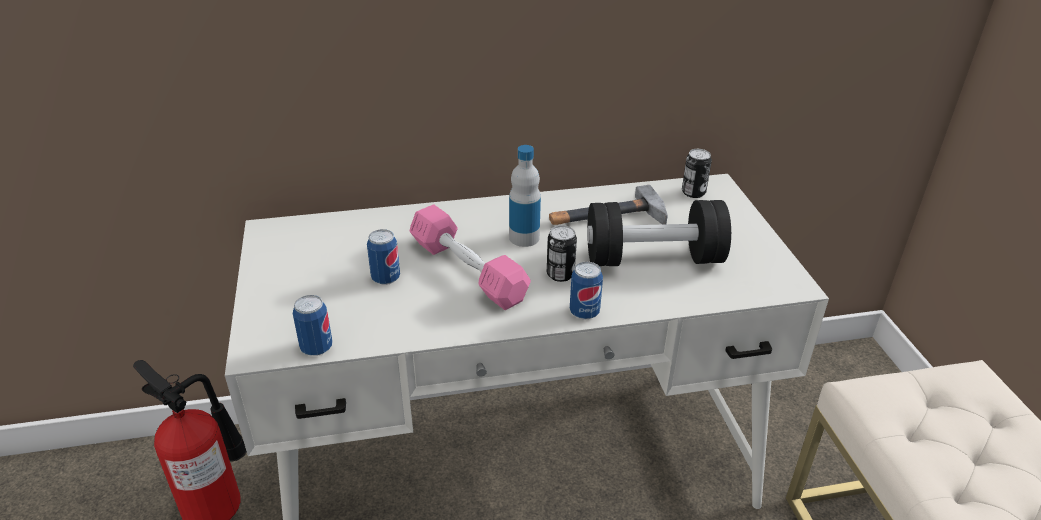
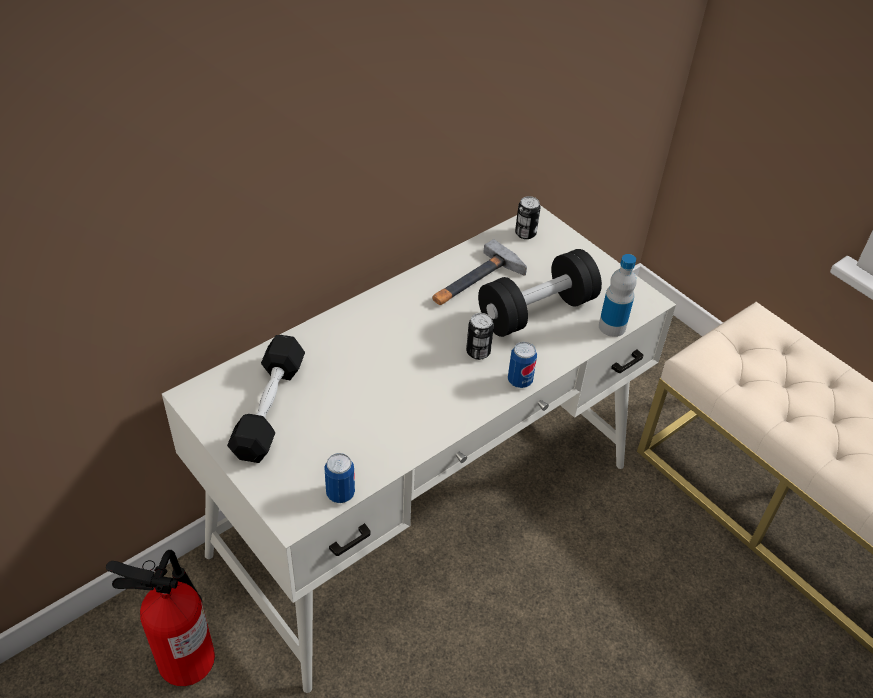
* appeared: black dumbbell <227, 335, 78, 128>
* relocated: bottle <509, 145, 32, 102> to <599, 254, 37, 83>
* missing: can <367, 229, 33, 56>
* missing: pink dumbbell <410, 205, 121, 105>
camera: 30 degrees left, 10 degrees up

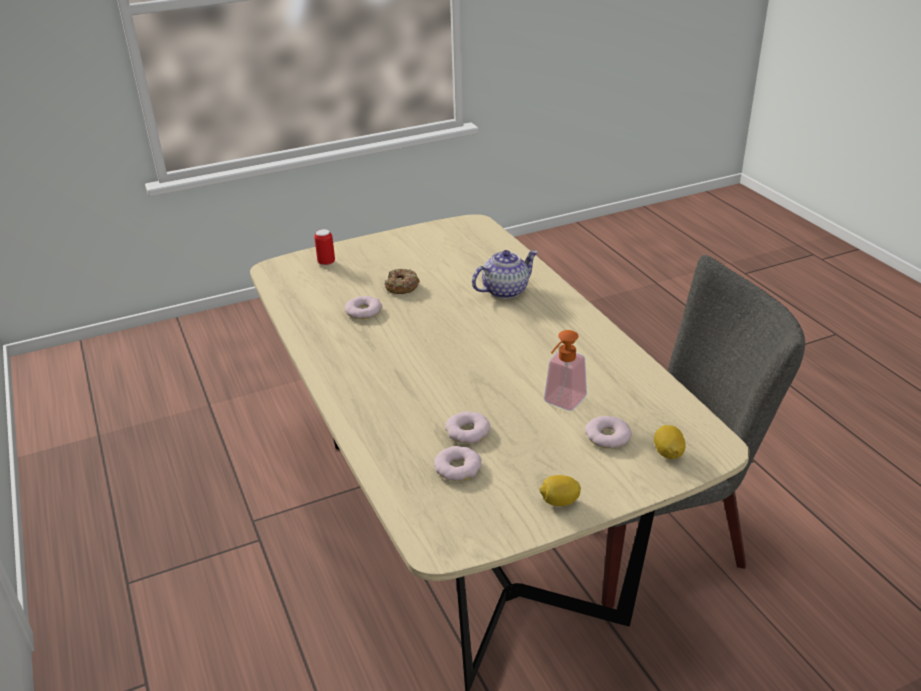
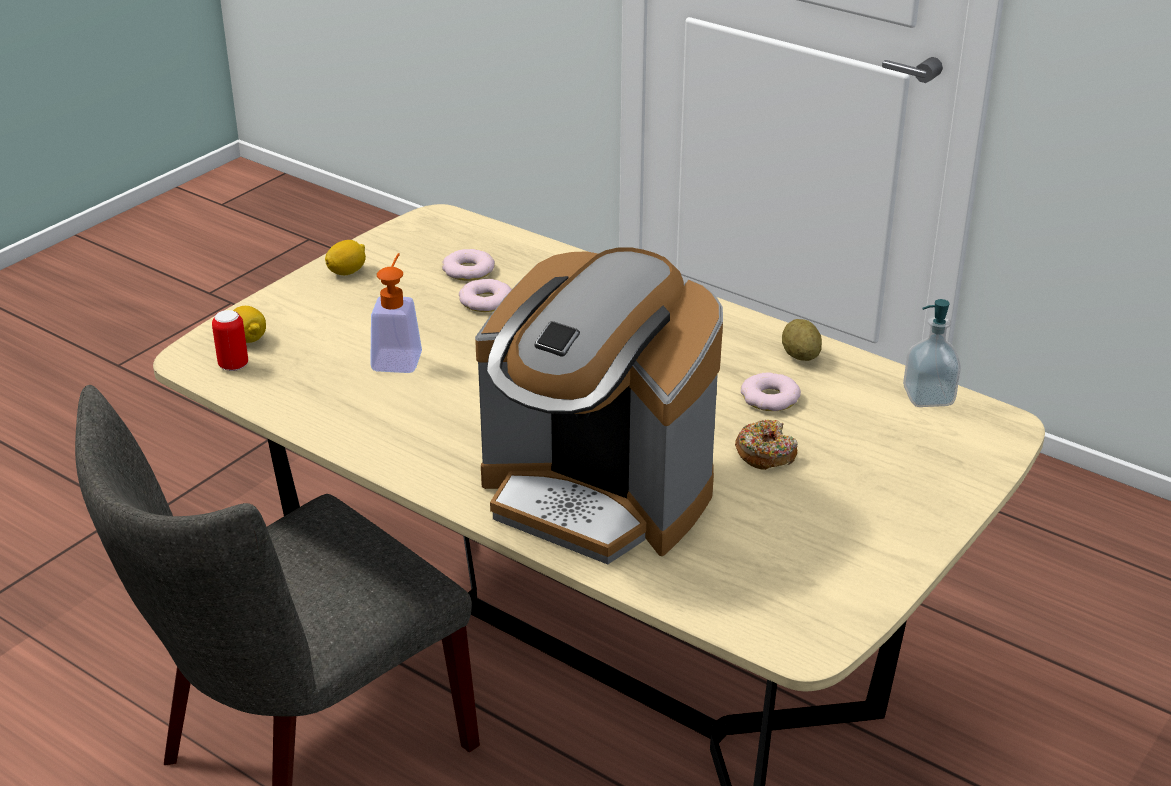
* relocated: can <314, 229, 21, 37> to <212, 310, 36, 61>
* exchanged: teapot <472, 250, 66, 49> to coffee machine <475, 247, 248, 317>
* appeared: potato <782, 319, 40, 42>
* appeared: soap dispenser <903, 299, 58, 108>
* missing: donut <585, 416, 47, 33>
camera: 150 degrees right, 0 degrees up

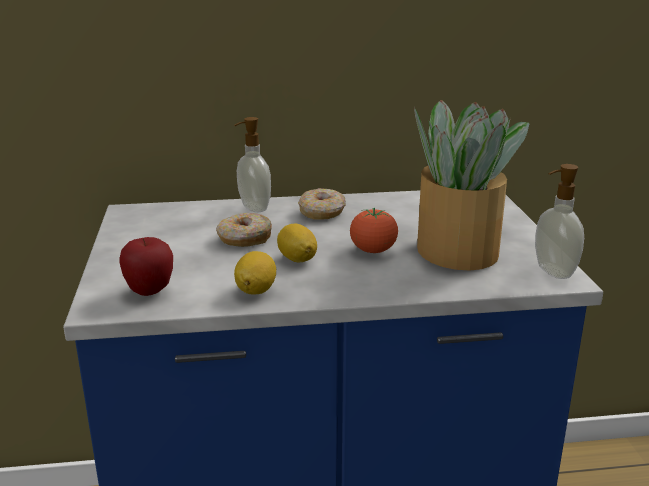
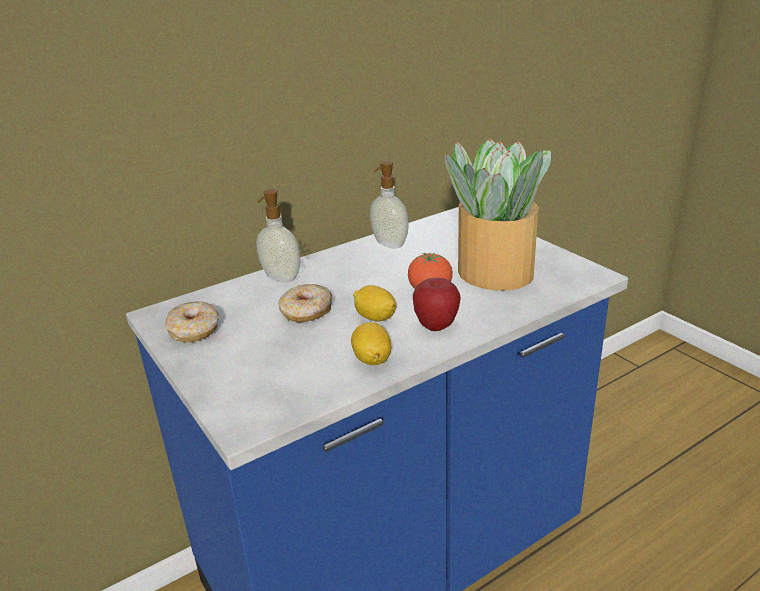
* relocated: donut <298, 188, 48, 32> to <166, 301, 53, 42>
* relocated: soap dispenser <535, 164, 49, 115> to <370, 161, 39, 87>
* relocated: apple <119, 237, 54, 59> to <413, 278, 48, 53>
camera: 25 degrees left, 5 degrees up

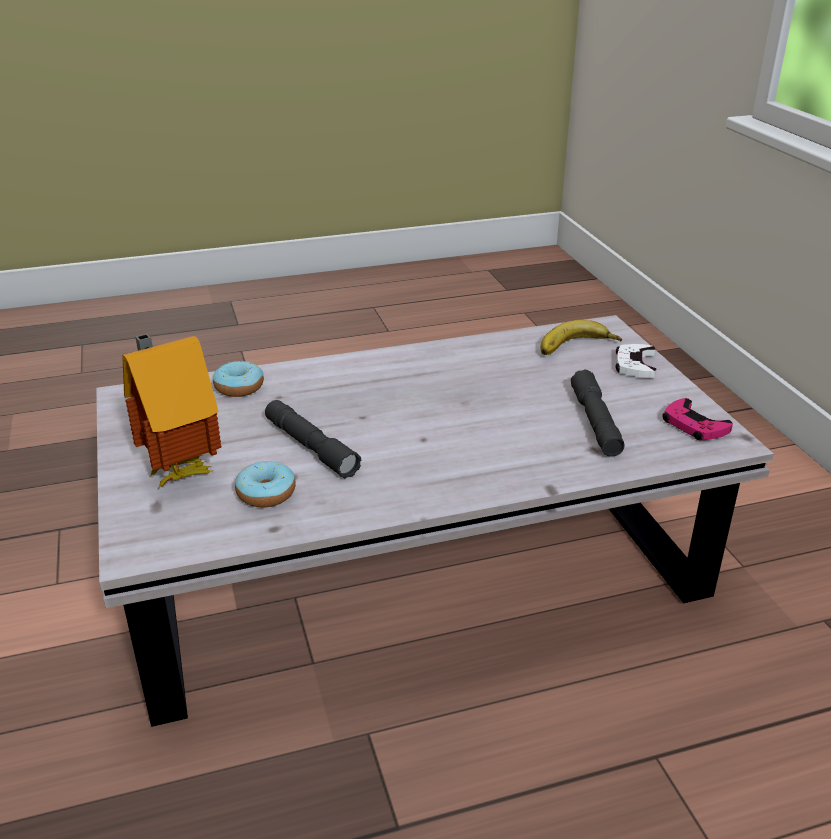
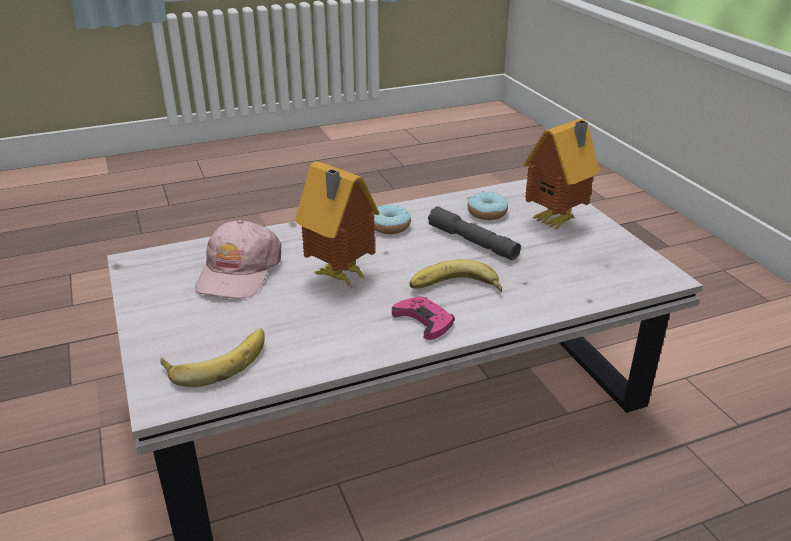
* exchanged: grey flashlight <571, 369, 54, 88> to pink cap <195, 220, 87, 79>
* appeared: toy house <295, 162, 85, 124>
* relocated: donut <213, 361, 51, 36> to <373, 205, 38, 29>
* relocated: pink game controller <662, 398, 71, 42> to <392, 296, 63, 44>
* appeared: banana <410, 259, 92, 33>
* missing: white game controller <615, 344, 42, 34>
camera: 175 degrees right, 0 degrees up

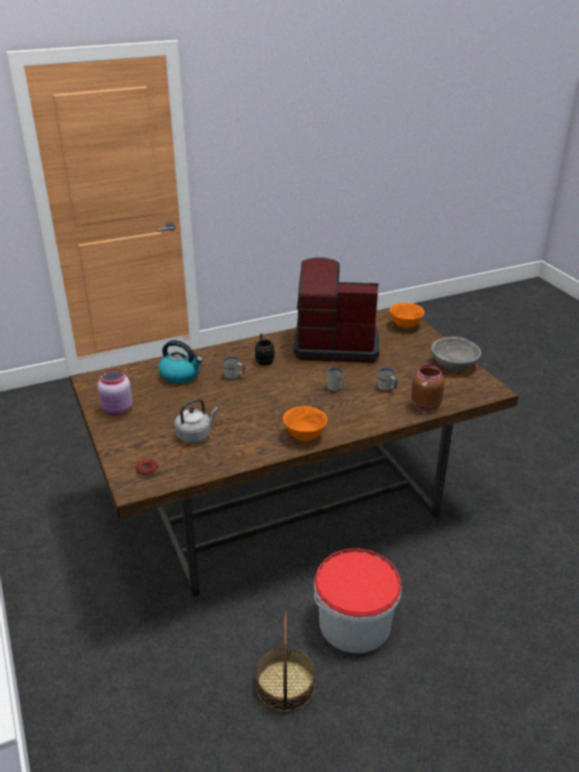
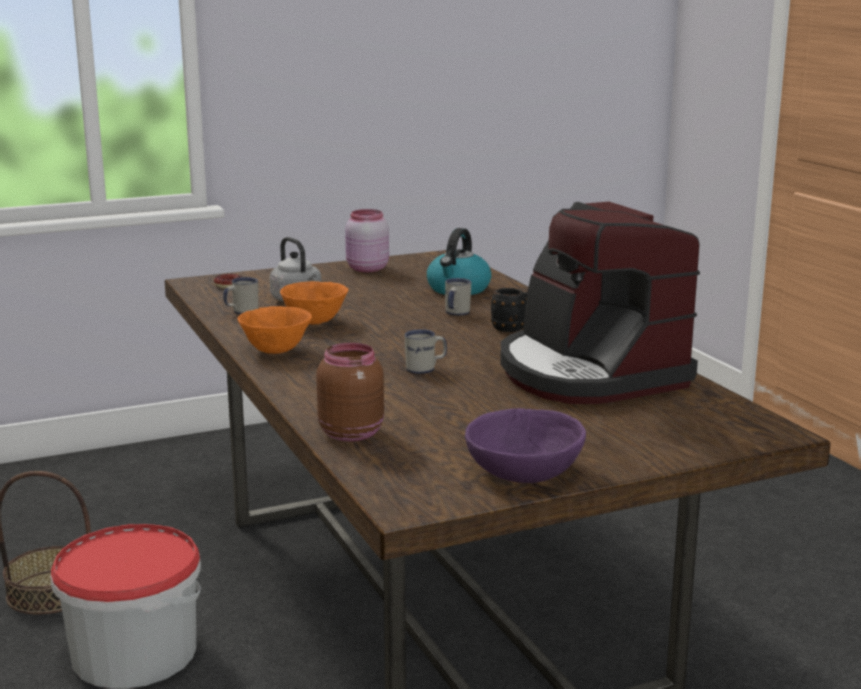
* relocated: white mug <378, 367, 19, 25> to <223, 277, 35, 38>
* relocated: orange bowl <390, 303, 34, 26> to <280, 281, 68, 43>
* colour: grey bowl <431, 337, 50, 34> to purple bowl <465, 408, 121, 75>
* spun: coffee machine <293, 257, 87, 106> = <500, 202, 200, 202> 150 degrees clockwise
camera: 90 degrees right, 15 degrees down

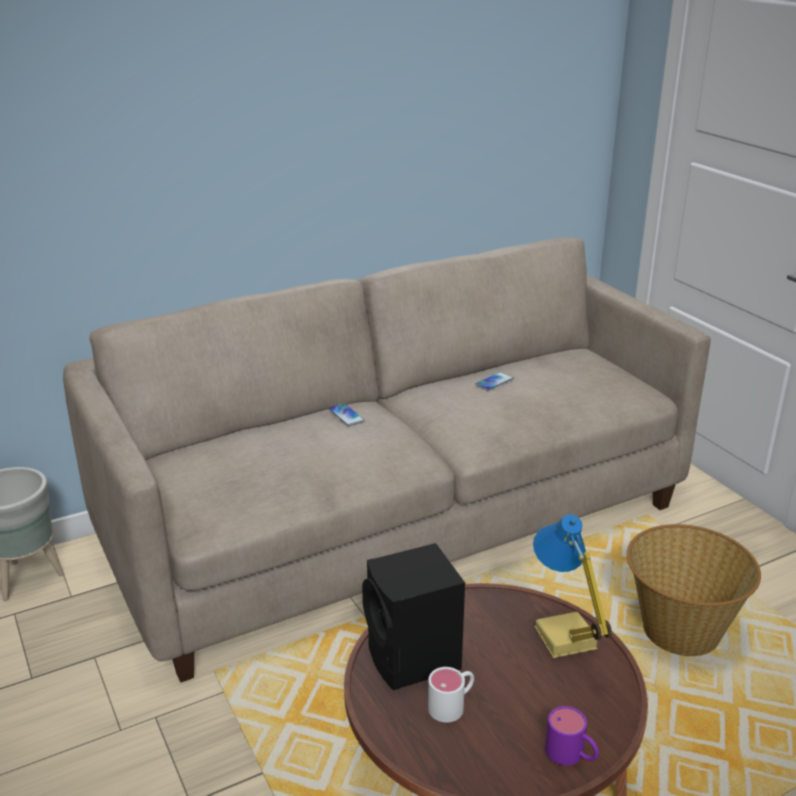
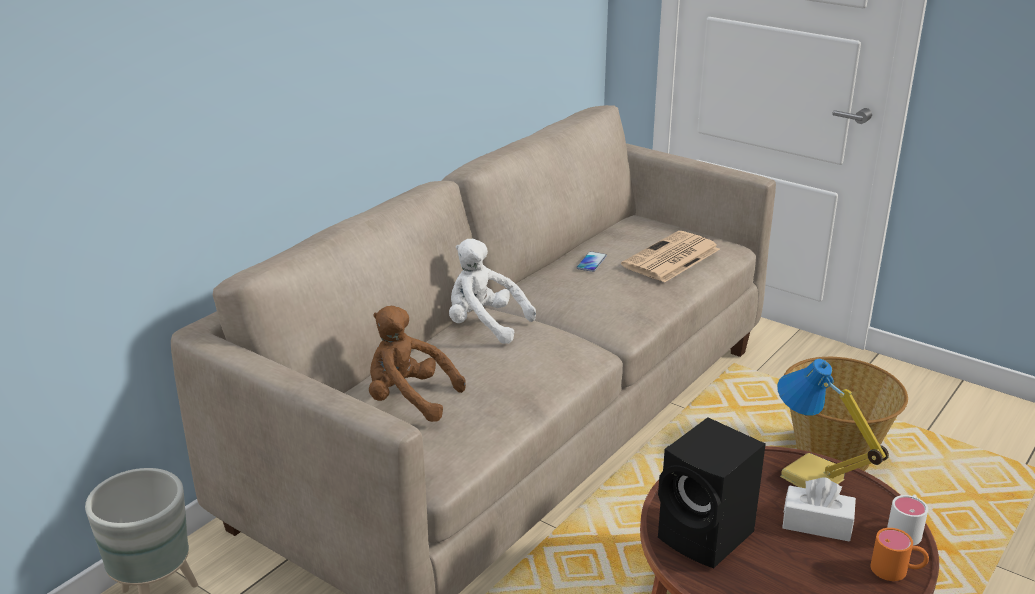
* appeared: brown plush toy <369, 306, 97, 116>
* exchanged: phone <328, 403, 37, 23> to white plush toy <449, 239, 87, 105>
* appeared: newspaper <621, 231, 99, 52>
* appeared: white tissue box <782, 477, 74, 65>
* colour: purple mug <545, 706, 54, 60> to orange mug <870, 528, 59, 53>
* relocated: white mug <428, 667, 46, 55> to <887, 495, 41, 50>
camera: 25 degrees left, 0 degrees up

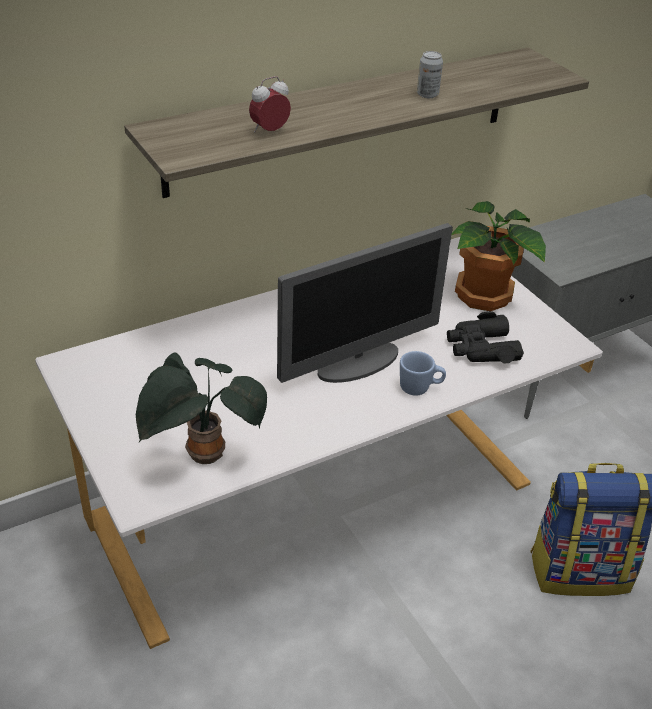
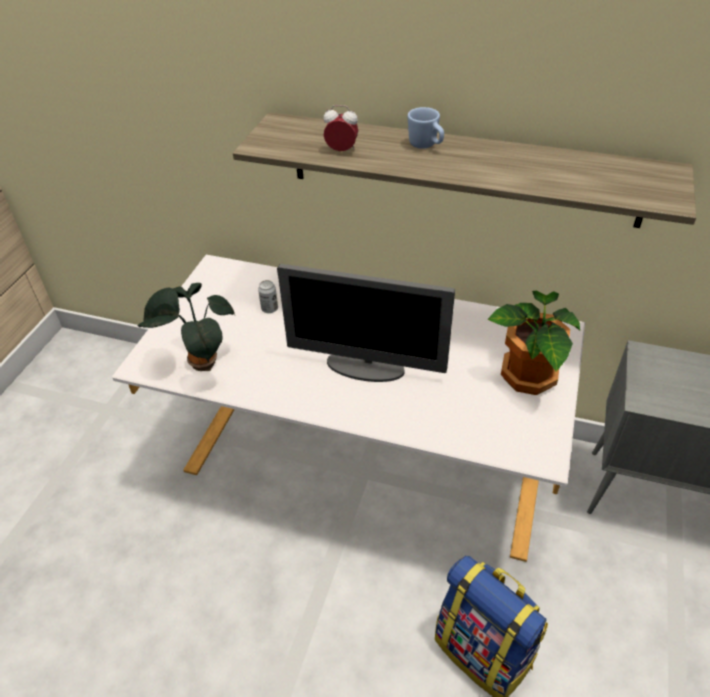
* relocated: can <417, 51, 26, 47> to <258, 280, 20, 33>
* relocated: blue mug <400, 351, 46, 45> to <408, 107, 36, 42>
* missing: black binoculars <447, 311, 77, 52>
camera: 50 degrees right, 5 degrees up

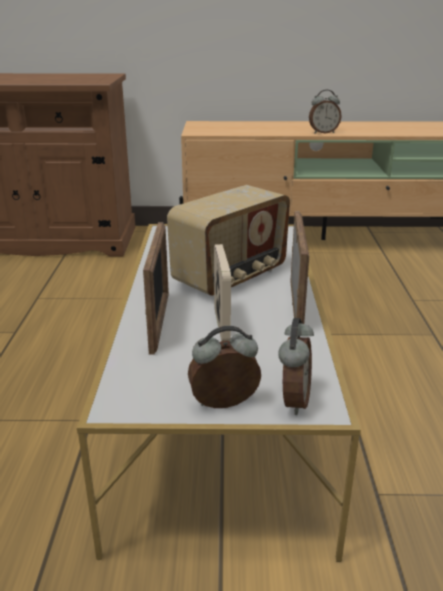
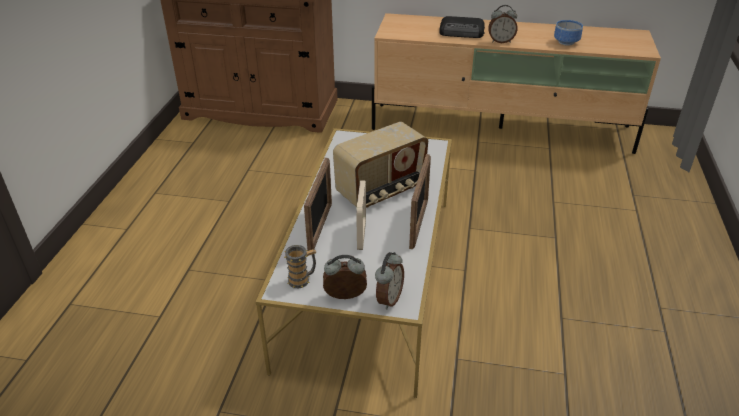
* appeared: mug <284, 245, 32, 43>
* appeared: radio <439, 16, 46, 22>
* appeared: bowl <554, 20, 29, 26>
camera: 10 degrees right, 10 degrees up

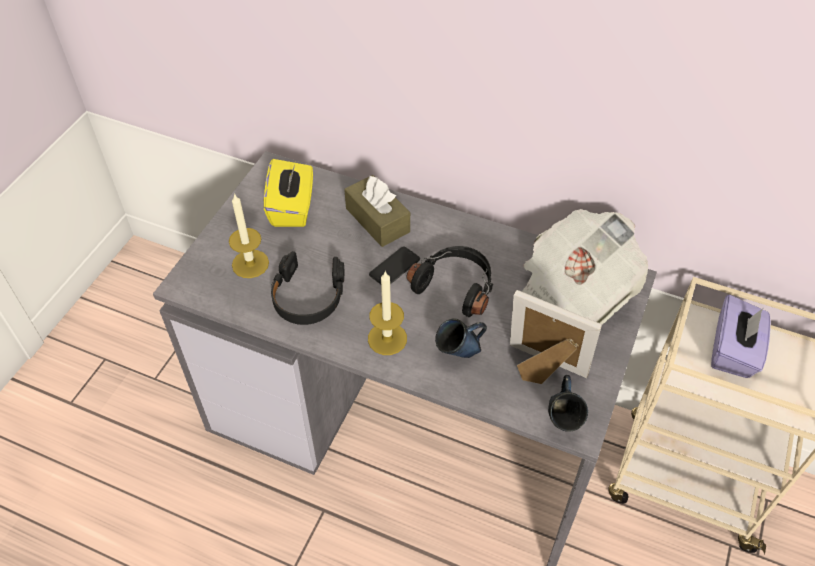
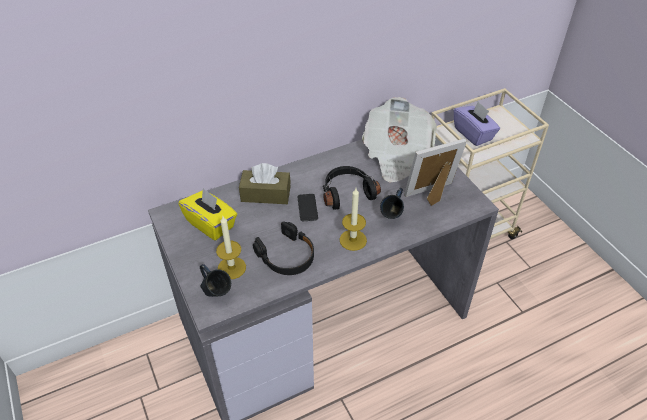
* relocated: blue mug <548, 375, 40, 56> to <200, 264, 31, 33>
camera: 50 degrees left, 5 degrees down

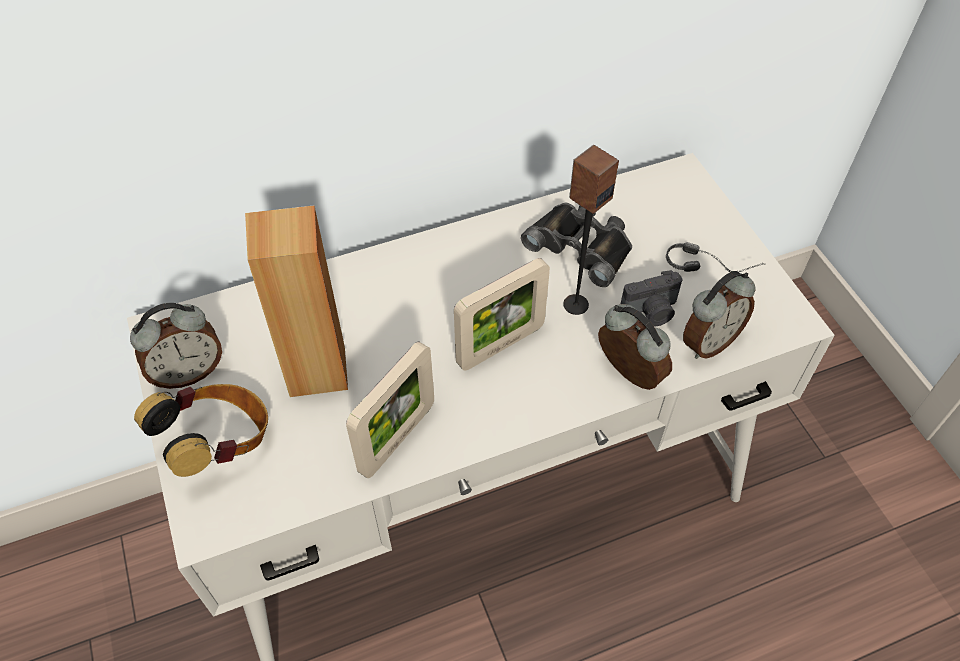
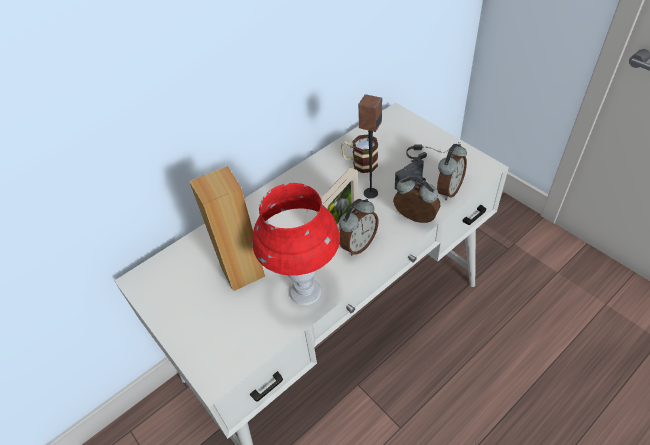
* exchanged: picture frame <346, 342, 88, 136> to red table lamp <252, 183, 88, 122>
* relocated: alarm clock <130, 303, 92, 86> to <339, 199, 40, 57>
* exchanged: black binoculars <521, 203, 111, 84> to mug <341, 134, 37, 39>
* missing: headphones <134, 384, 134, 93>
camera: 15 degrees left, 5 degrees down

